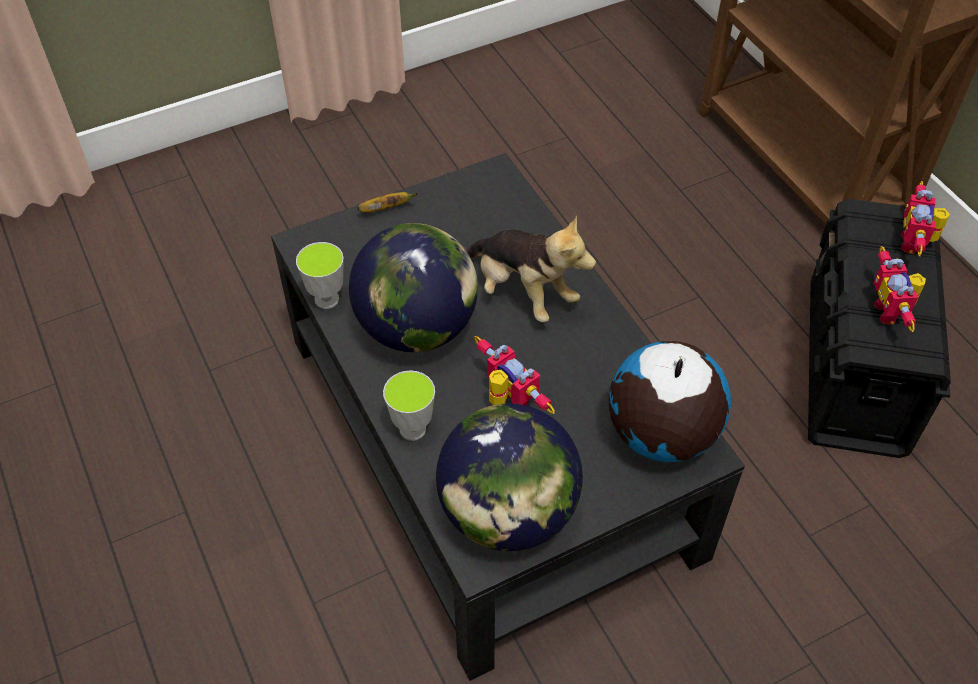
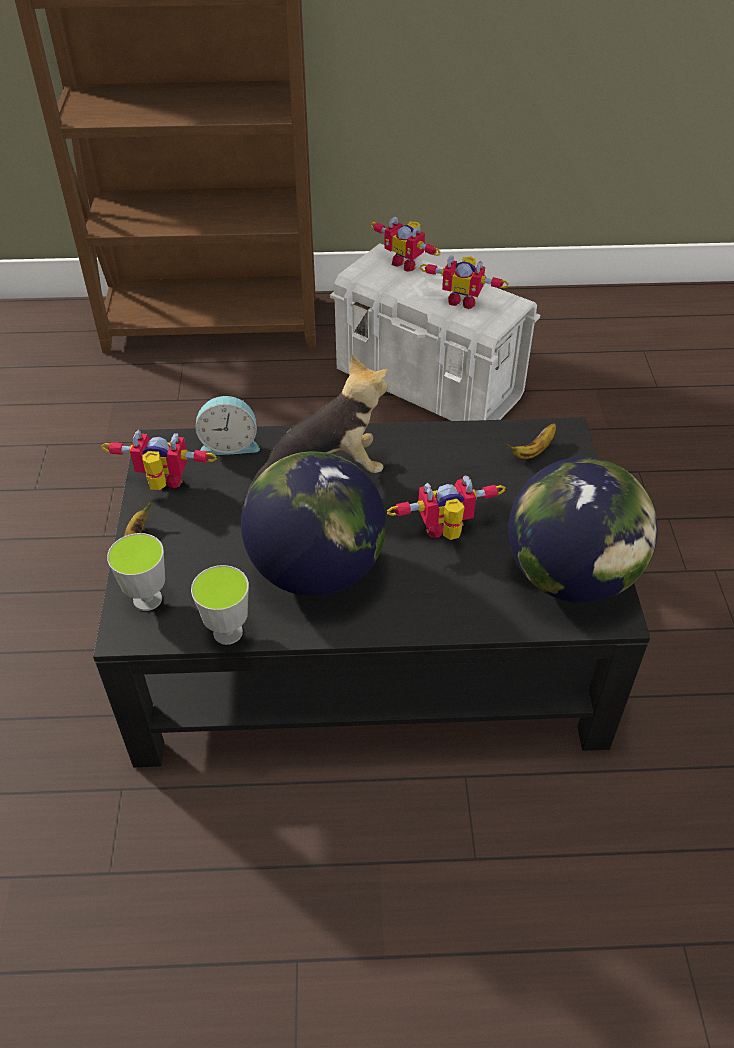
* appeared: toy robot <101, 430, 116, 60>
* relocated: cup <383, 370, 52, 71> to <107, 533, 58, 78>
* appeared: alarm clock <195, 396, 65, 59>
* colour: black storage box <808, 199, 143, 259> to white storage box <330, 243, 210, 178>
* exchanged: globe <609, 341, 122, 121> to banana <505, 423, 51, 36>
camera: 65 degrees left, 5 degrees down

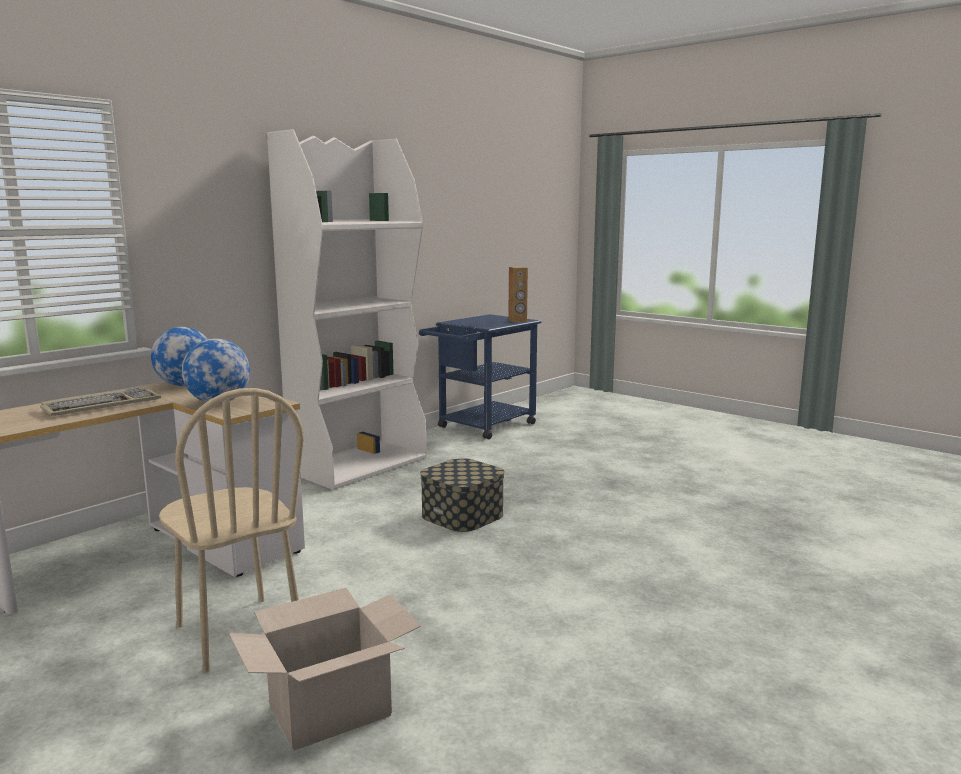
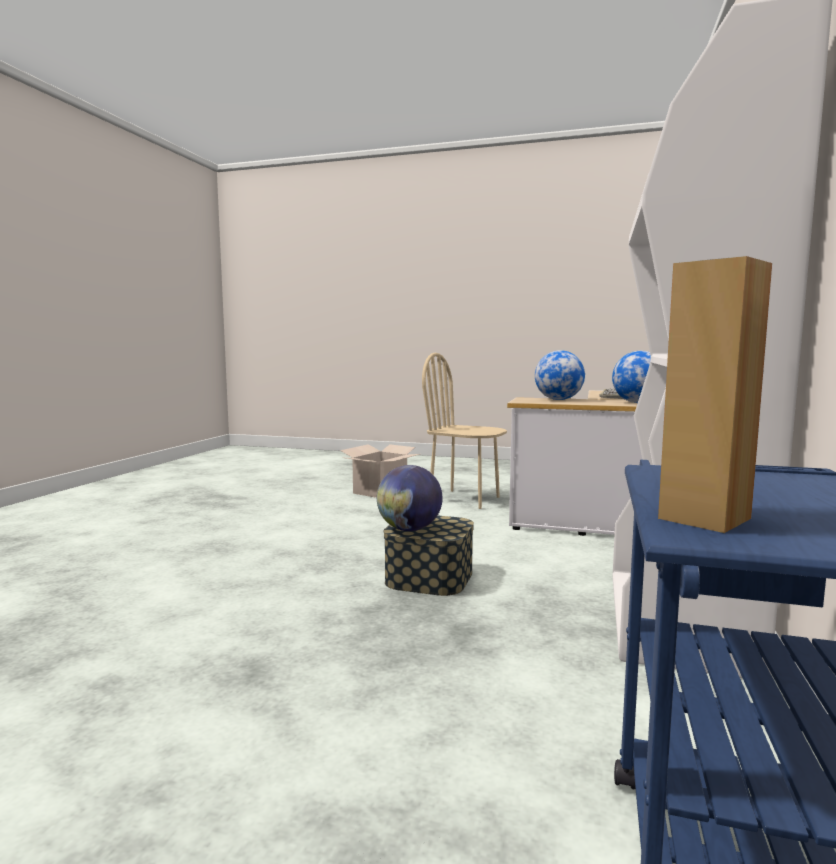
* appeared: globe <377, 465, 65, 66>
camera: 155 degrees right, 5 degrees down

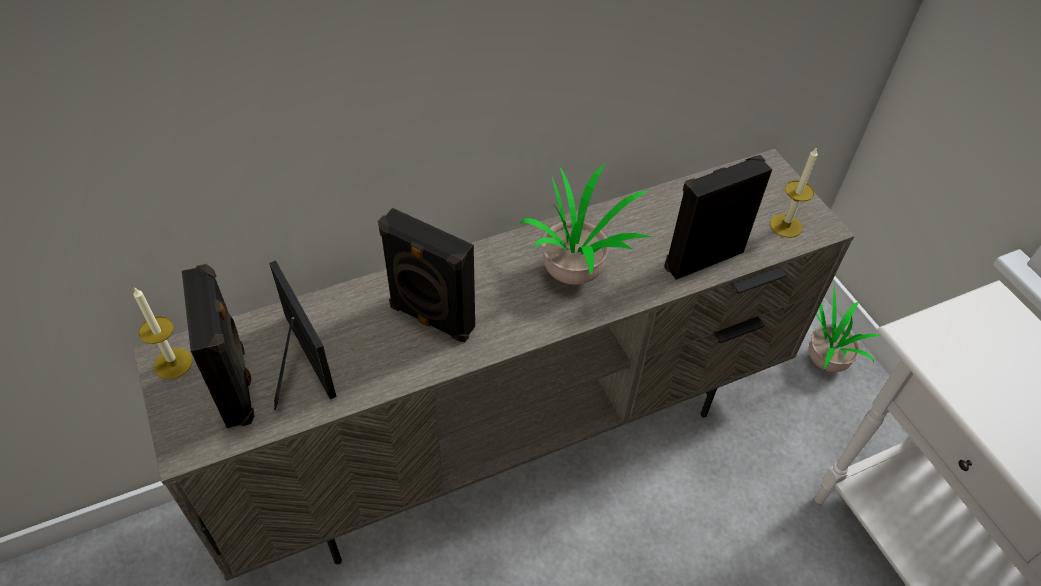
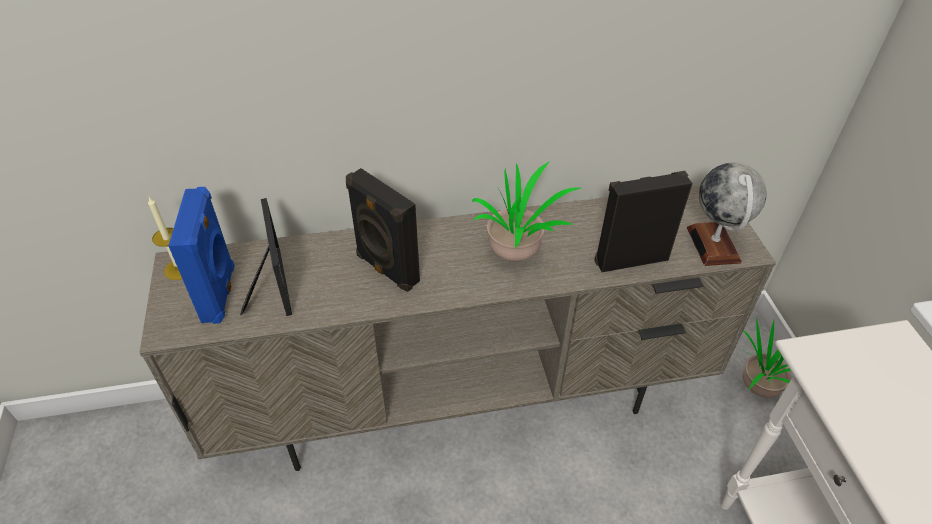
* colour: black speaker <182, 264, 72, 164> to blue speaker <169, 187, 66, 137>
* exchanged: candle <770, 147, 48, 91> to globe <687, 163, 80, 103>
camera: 15 degrees right, 5 degrees down

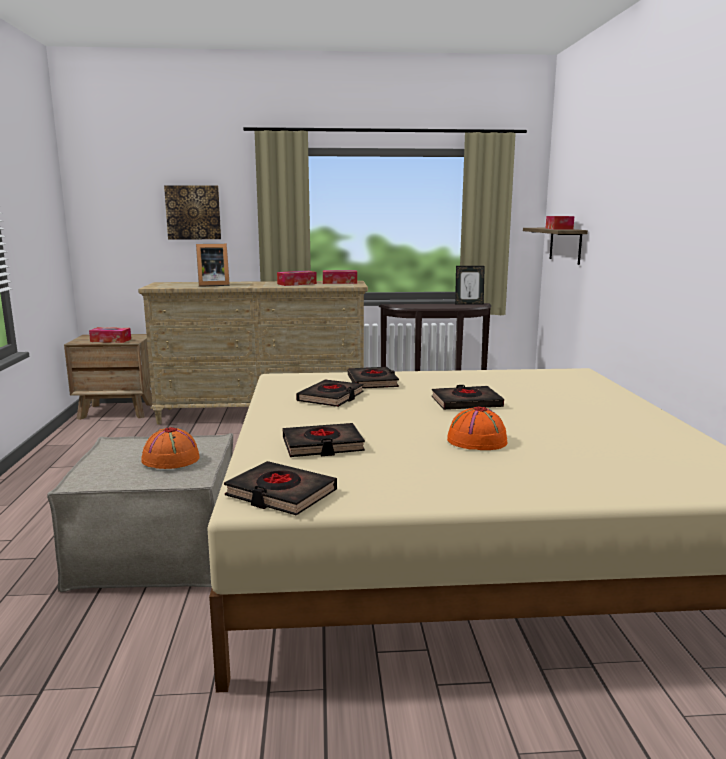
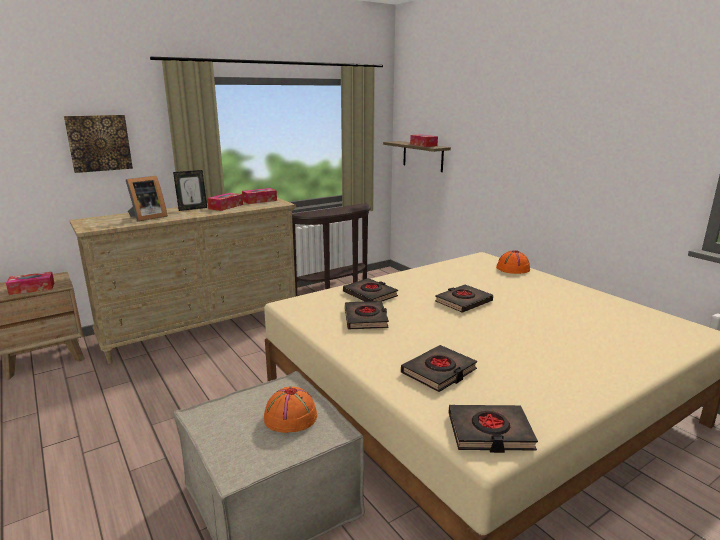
* relocated: picture frame <455, 266, 30, 39> to <173, 170, 34, 41>
* relocated: orange hat <447, 406, 60, 44> to <496, 250, 34, 24>
camera: 30 degrees left, 5 degrees up

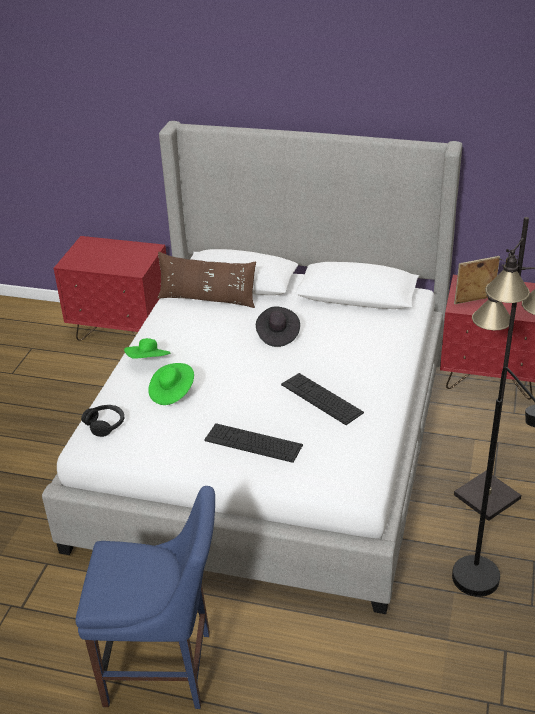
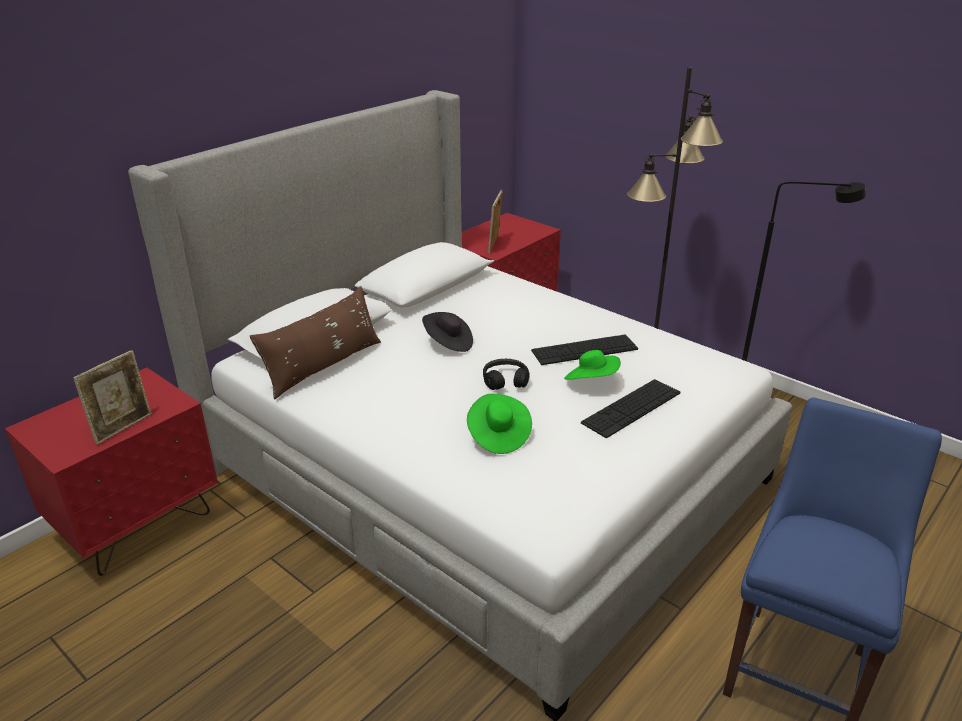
* appeared: picture frame <73, 350, 79, 95>
* relocated: black headphones <81, 405, 44, 32> to <483, 359, 47, 31>
* relocated: green hat <124, 338, 46, 21> to <564, 350, 57, 30>
camera: 65 degrees left, 5 degrees down

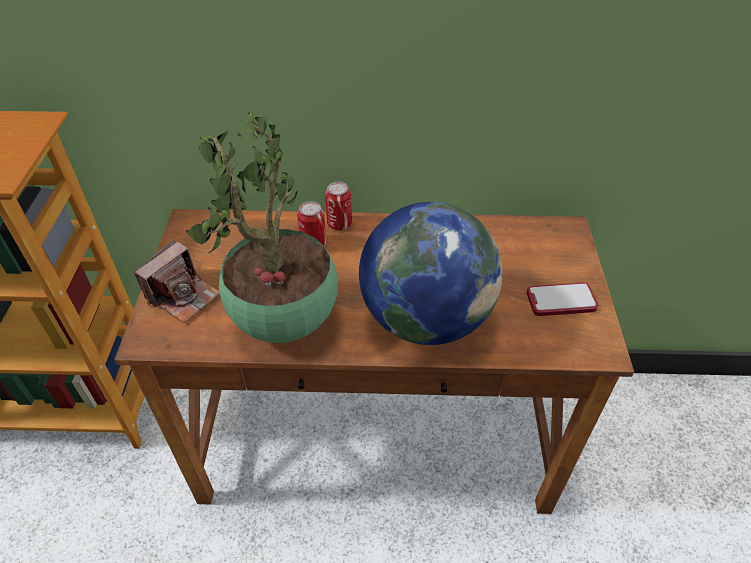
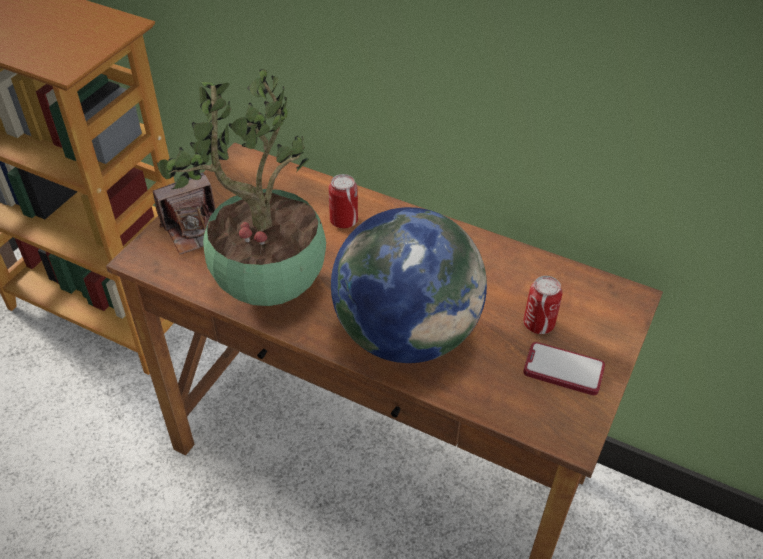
* relocated: can <325, 181, 27, 49> to <523, 276, 40, 58>
camera: 25 degrees right, 0 degrees up

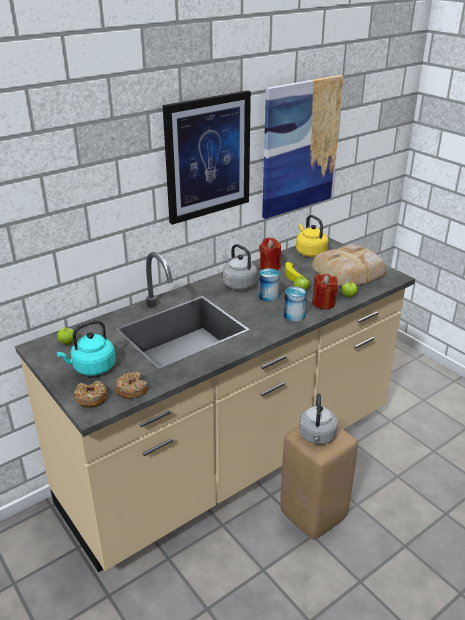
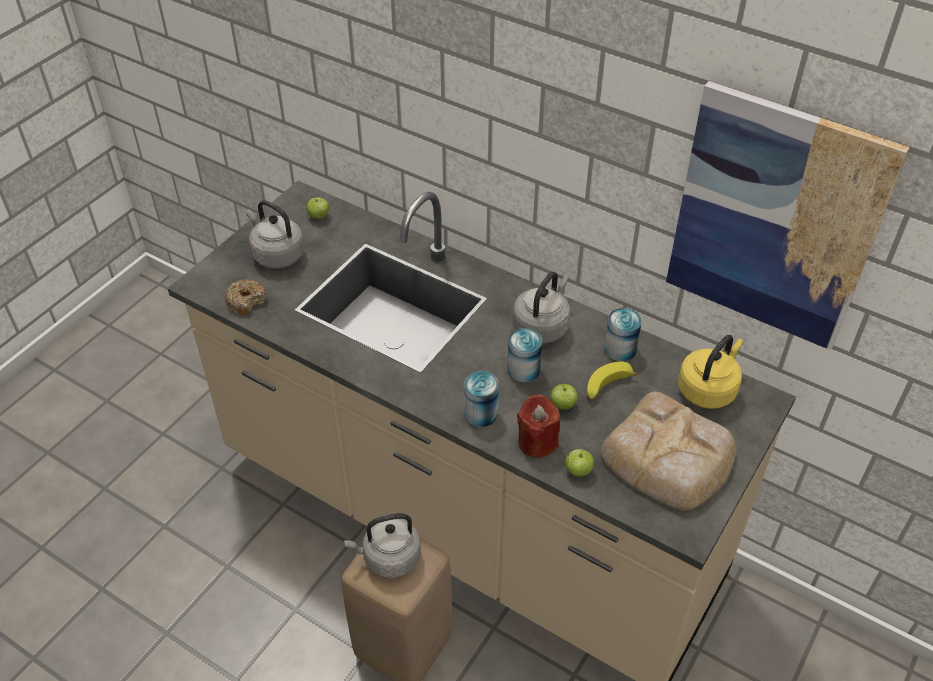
* colour: turquoise kettle <57, 320, 59, 56> to grey kettle <246, 200, 58, 69>
* exchanged: red candle <259, 237, 22, 33> to can <604, 308, 38, 54>
* missing: donut <74, 381, 34, 27>
* missing: picture <163, 90, 88, 135>
camera: 70 degrees right, 15 degrees up

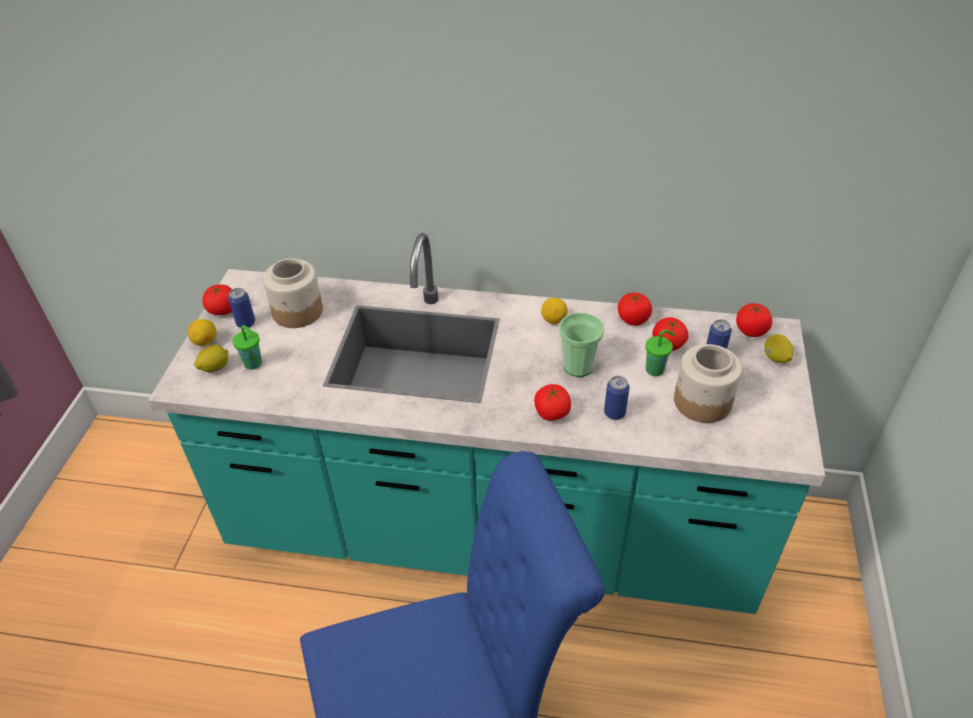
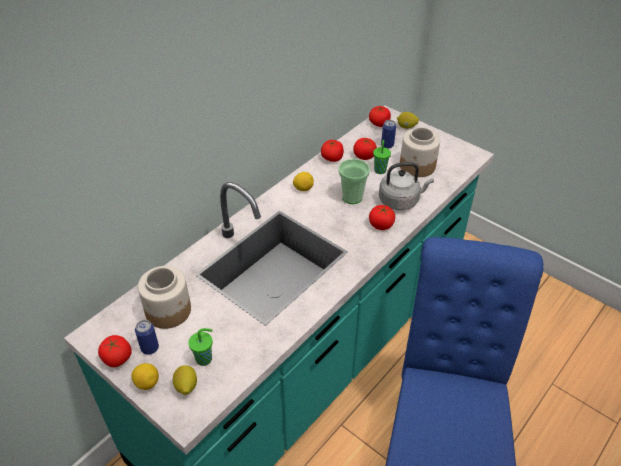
* exchanged: can <604, 376, 26, 44> to grey kettle <379, 162, 55, 48>
camera: 60 degrees left, 0 degrees up

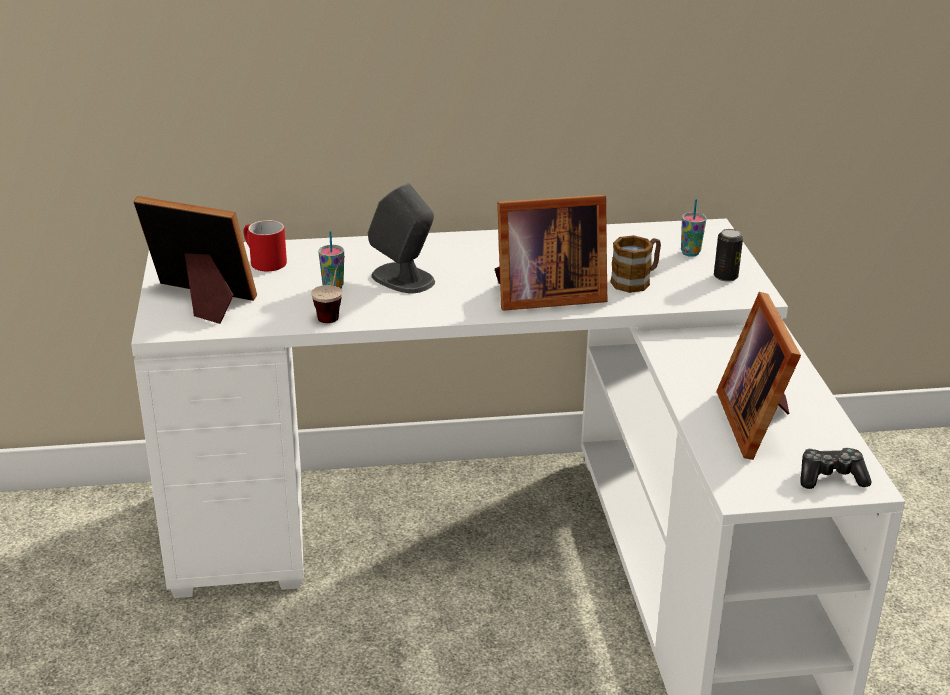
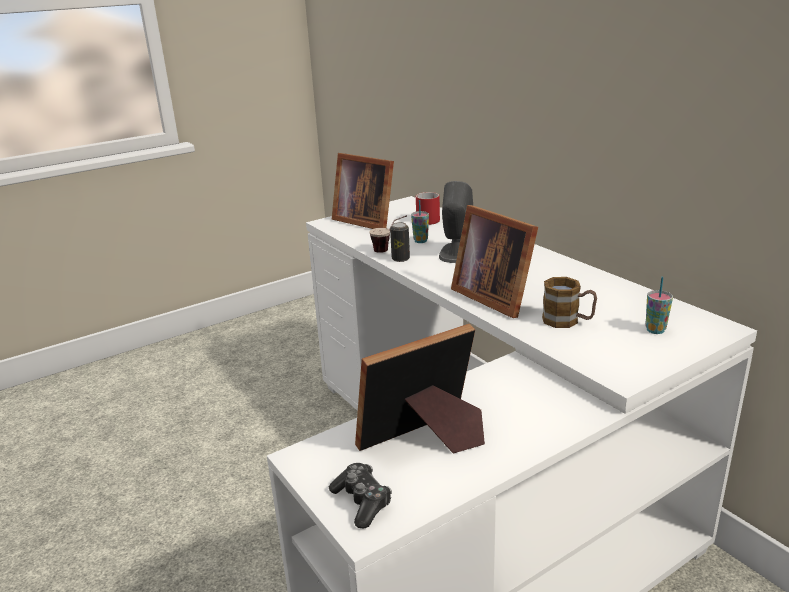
* spun: picture frame <133, 196, 124, 128> = <332, 153, 62, 76> 135 degrees clockwise
* relocated: can <714, 229, 29, 53> to <390, 222, 20, 40>
camera: 65 degrees right, 5 degrees down

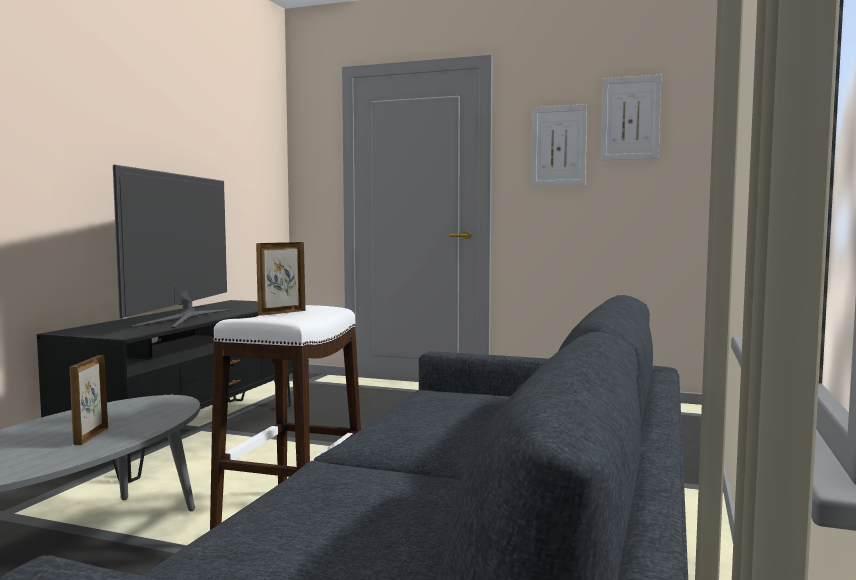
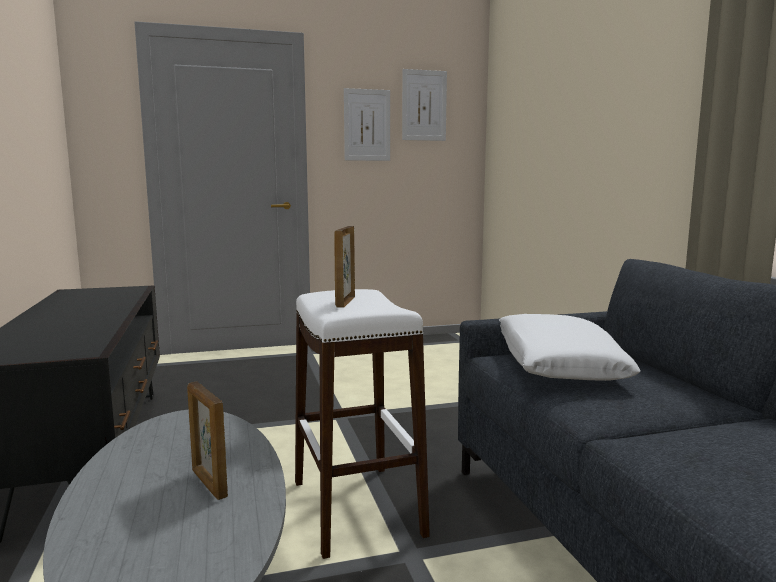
* appeared: white pillow <499, 314, 142, 67>
* missing: television <113, 164, 117, 164>
camera: 35 degrees left, 5 degrees up

